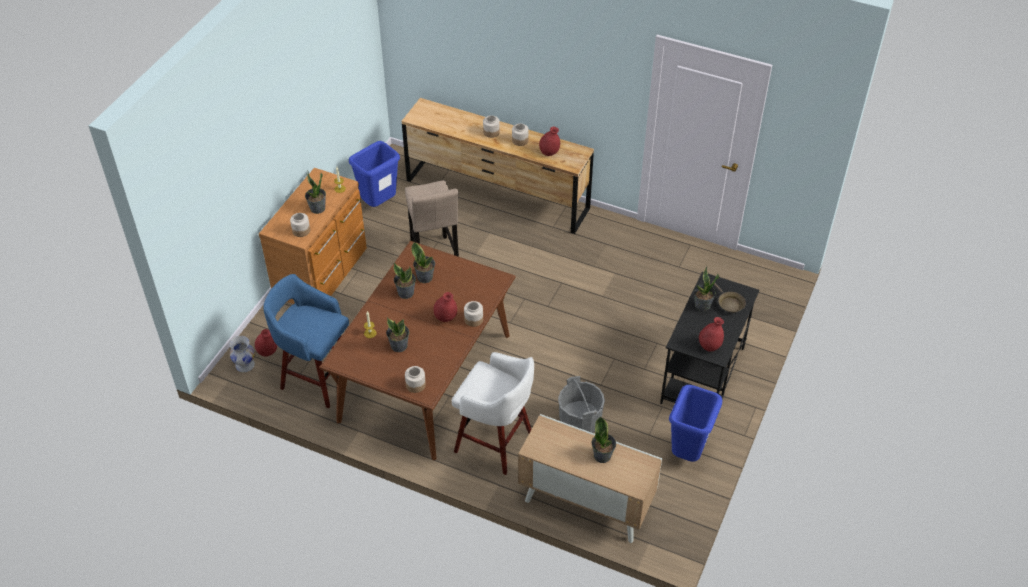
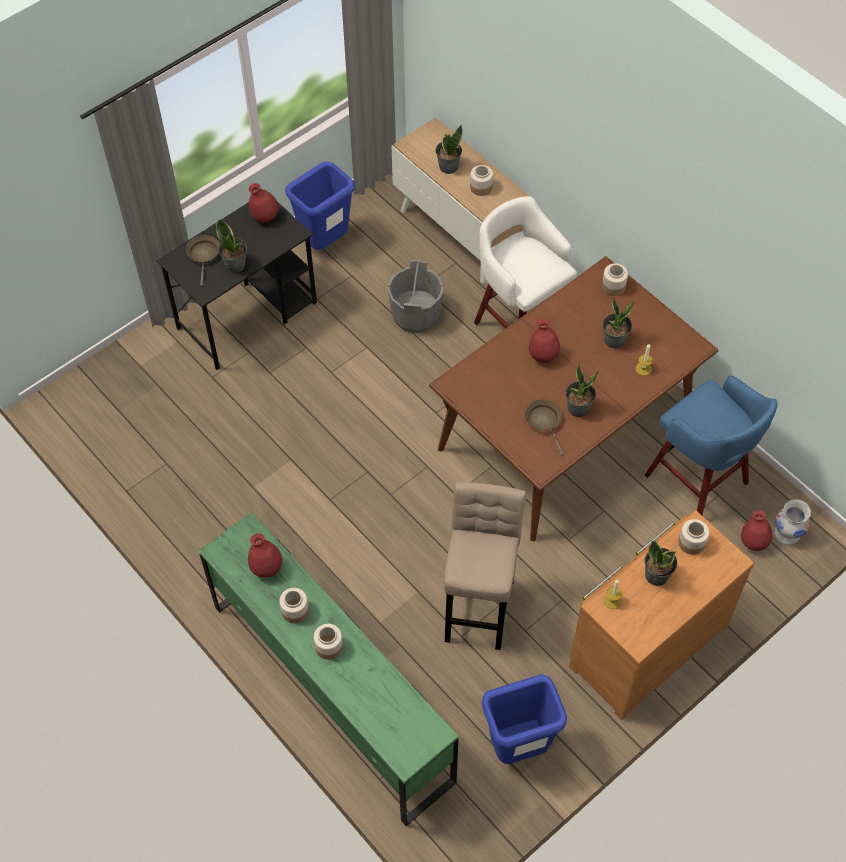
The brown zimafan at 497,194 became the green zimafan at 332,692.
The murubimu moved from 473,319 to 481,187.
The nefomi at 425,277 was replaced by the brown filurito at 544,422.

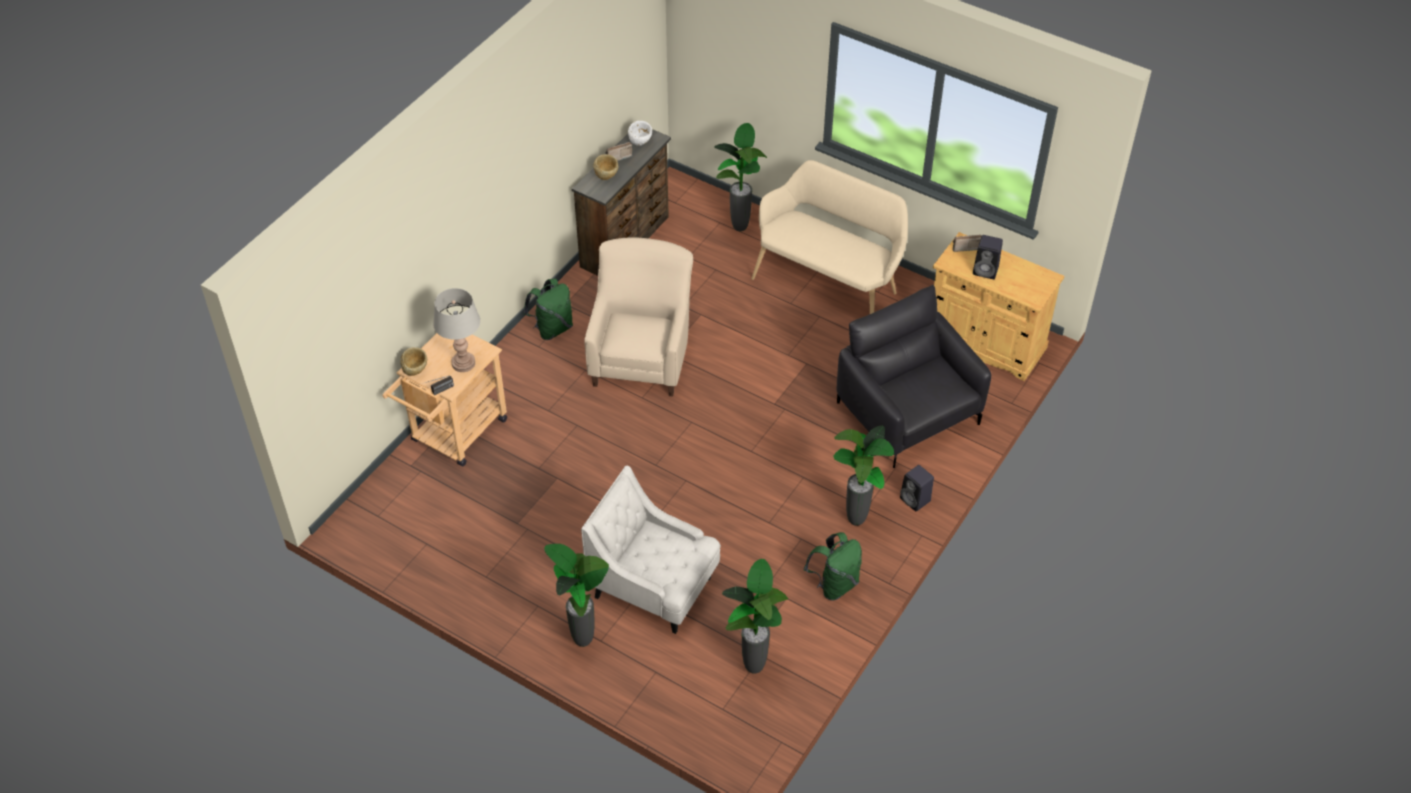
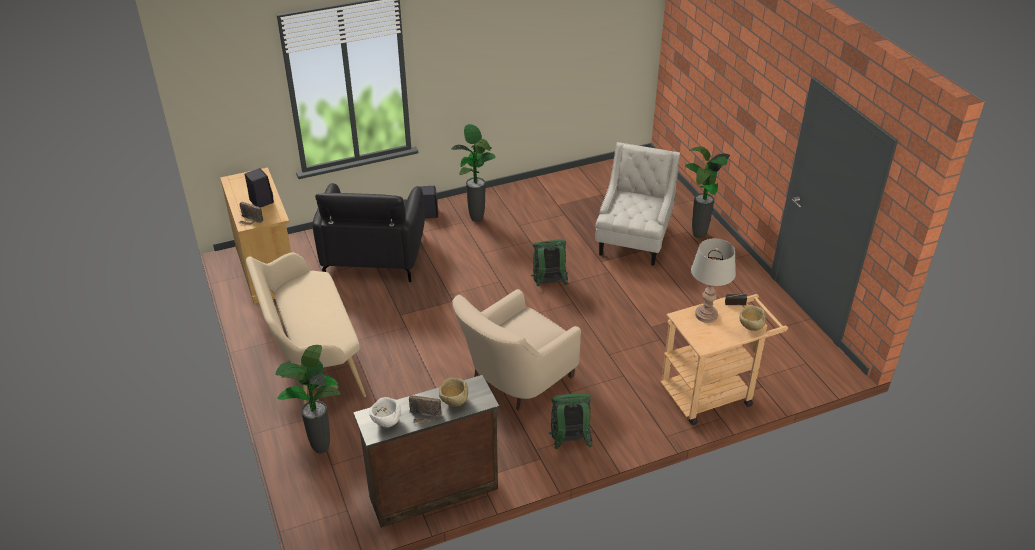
The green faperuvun moved from 834,584 to 549,283.
The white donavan at 654,588 turned 135 degrees counterclockwise.
The nefomi at 755,666 disappeared.

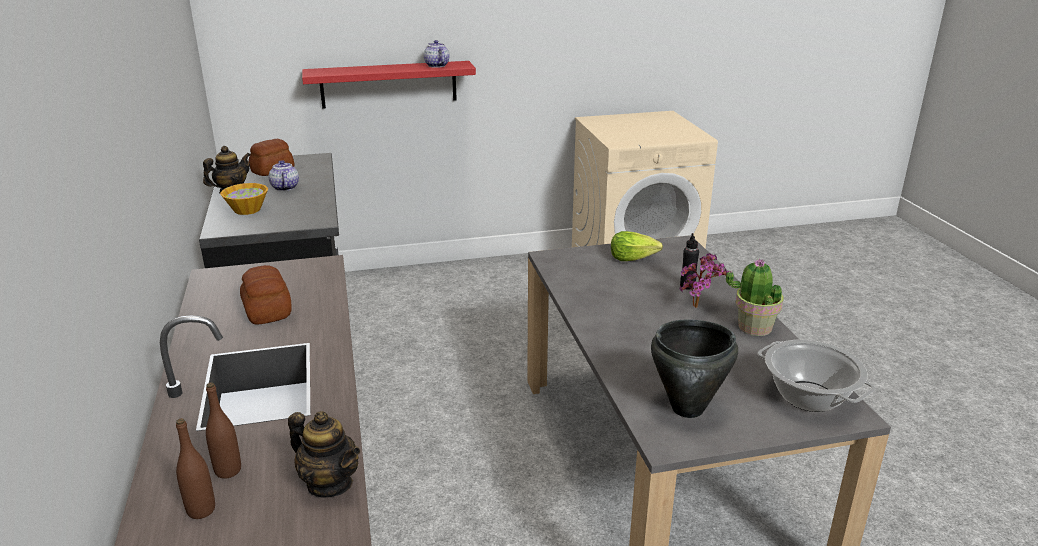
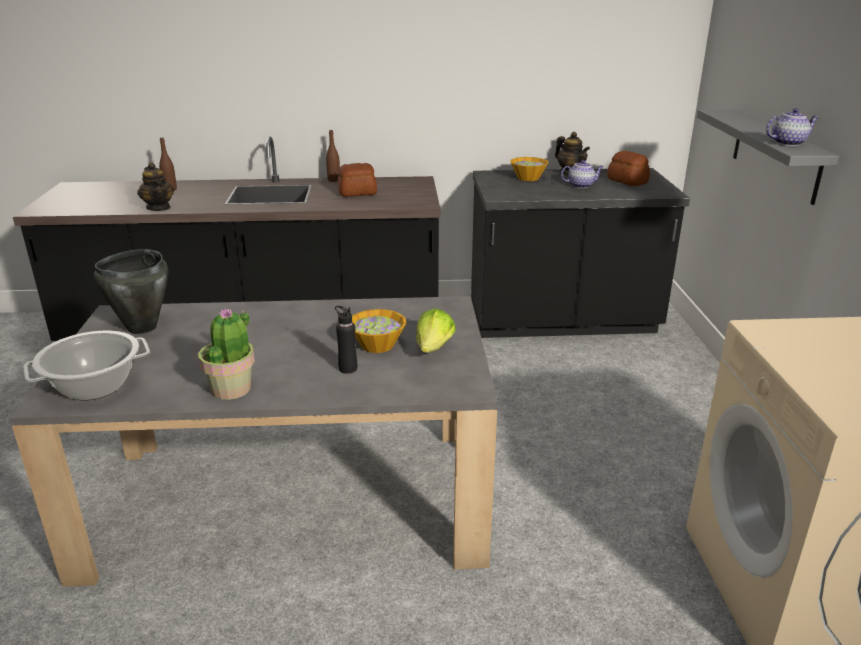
The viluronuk at 330,483 turned 75 degrees counterclockwise.
The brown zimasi moved from 228,470 to 334,180.
The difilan at 377,345 appeared.
The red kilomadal at 389,84 became the grey kilomadal at 775,154.
The nefomi at 699,308 disappeared.

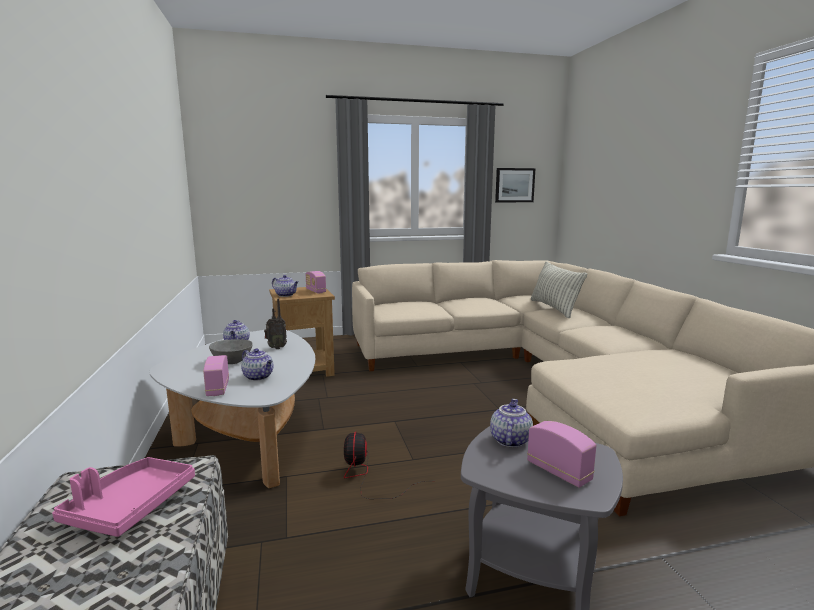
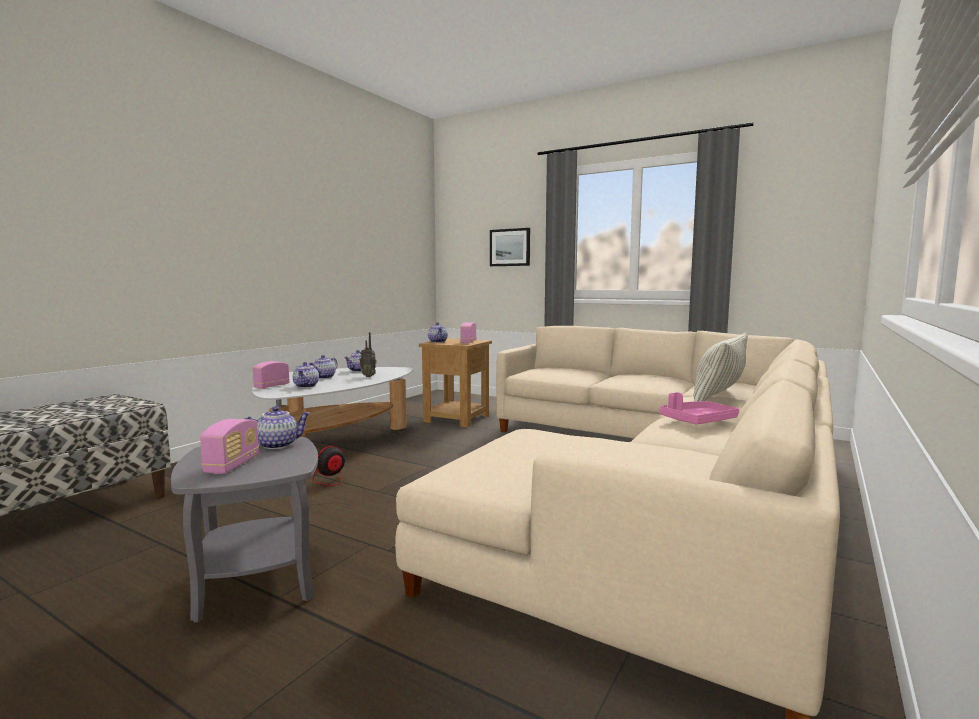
The grey difilan at 232,361 was replaced by the viluronuk at 324,377.
The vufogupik moved from 514,185 to 510,247.
The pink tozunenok moved from 130,507 to 697,421.

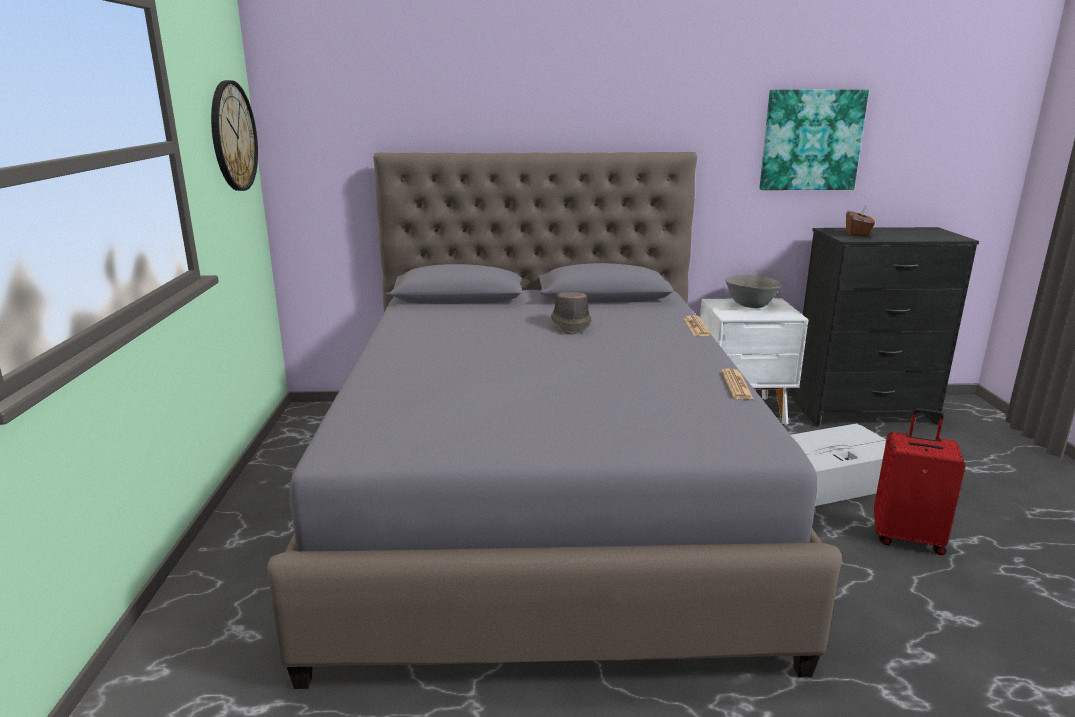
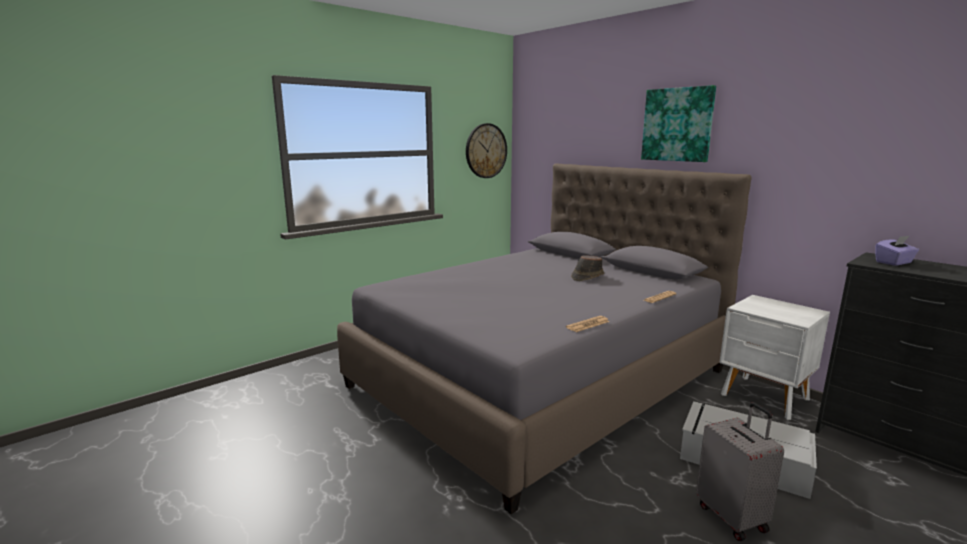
The vufogupik moved from 811,140 to 677,124.
The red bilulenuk at 907,537 became the grey bilulenuk at 732,517.
The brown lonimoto at 858,234 became the purple lonimoto at 894,262.
The grey difilan at 750,306 disappeared.

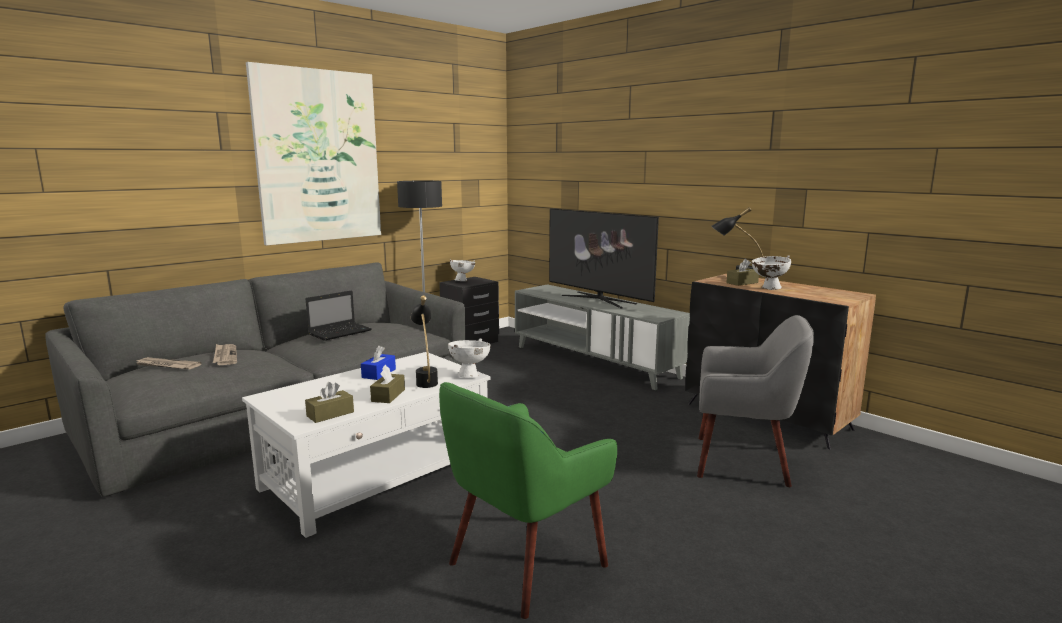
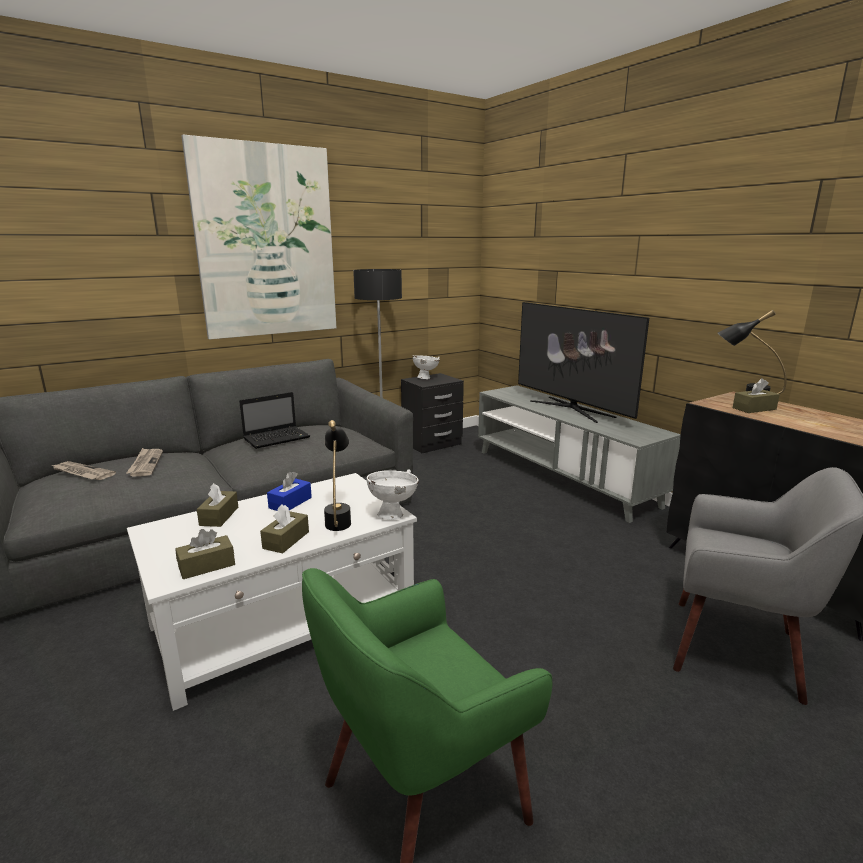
The brown lonimoto at 219,516 appeared.
The white difilan at 768,288 disappeared.

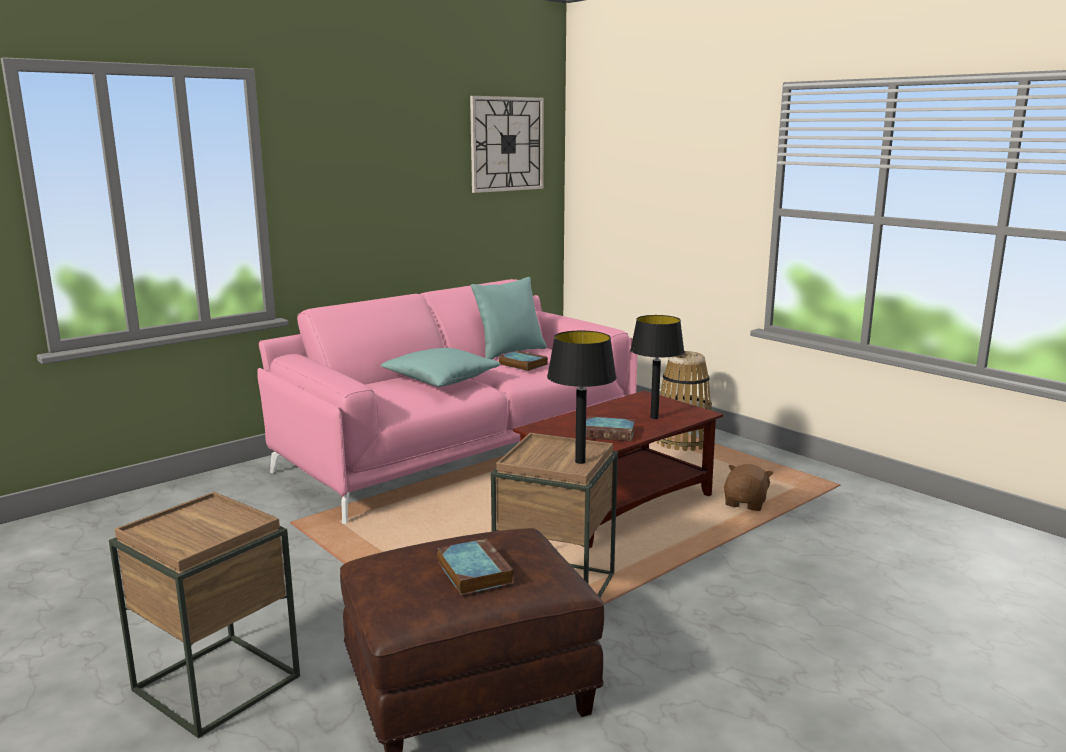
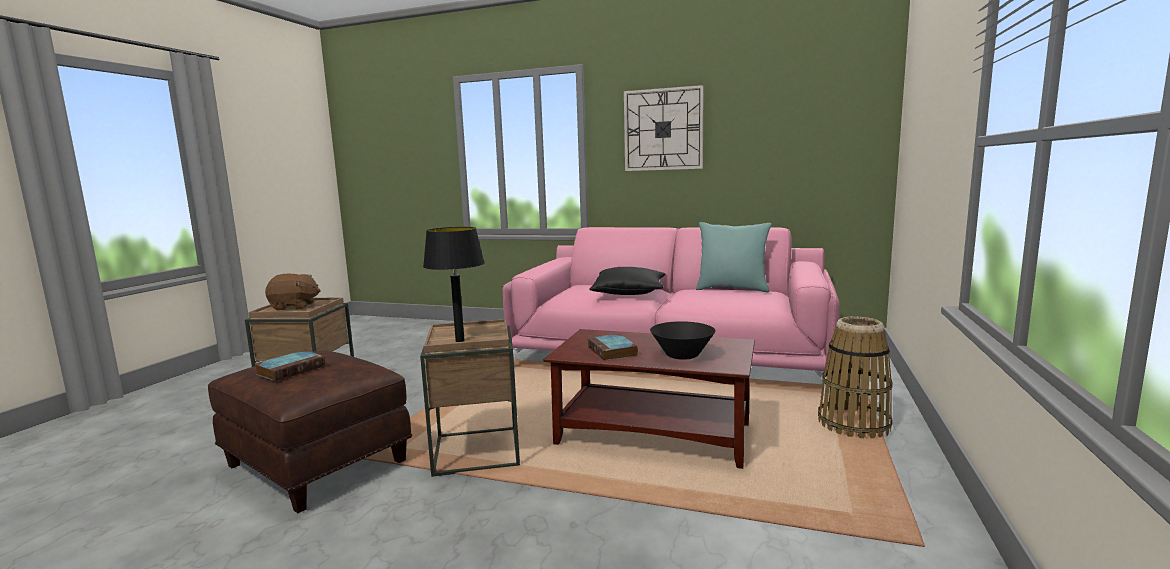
The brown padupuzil moved from 746,504 to 294,307.
The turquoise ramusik at 441,381 became the black ramusik at 629,293.
The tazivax moved from 507,144 to 663,129.
The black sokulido at 654,417 was replaced by the black difilan at 682,355.
The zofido at 521,364 disappeared.

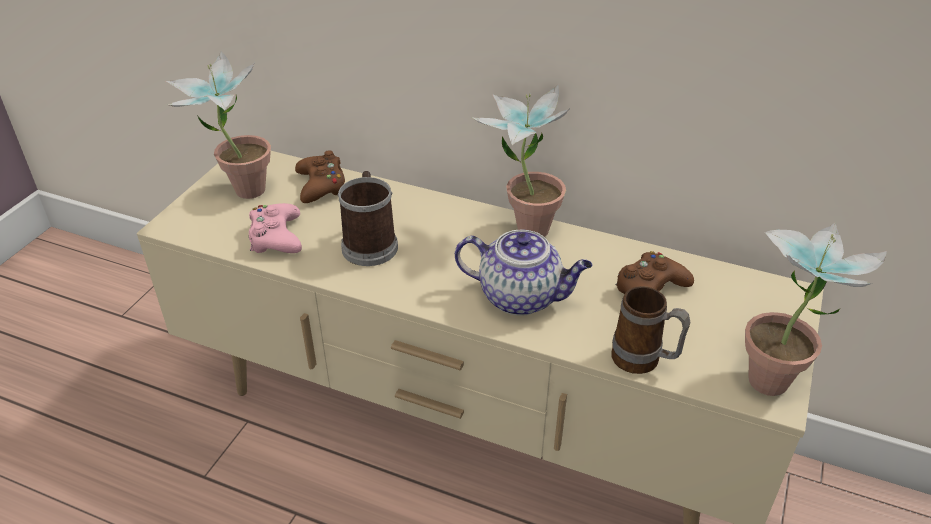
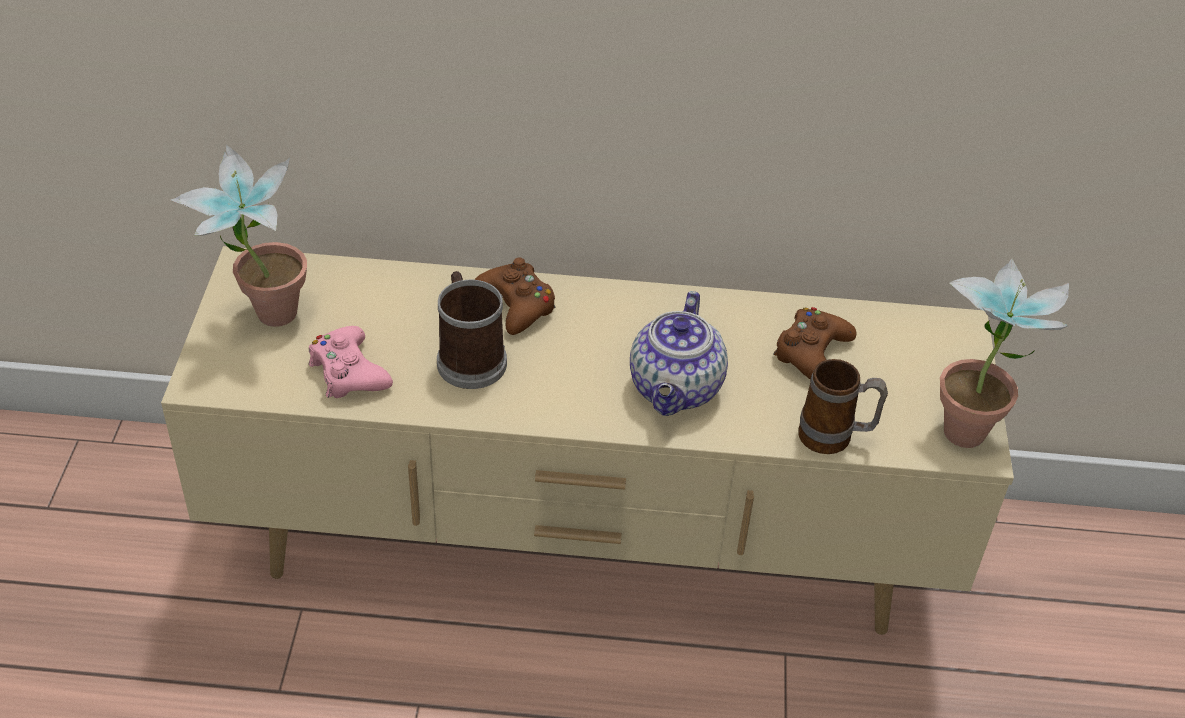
The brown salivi moved from 322,186 to 516,305.
The viluronuk at 521,297 turned 105 degrees clockwise.
The nefomi at 522,225 disappeared.

